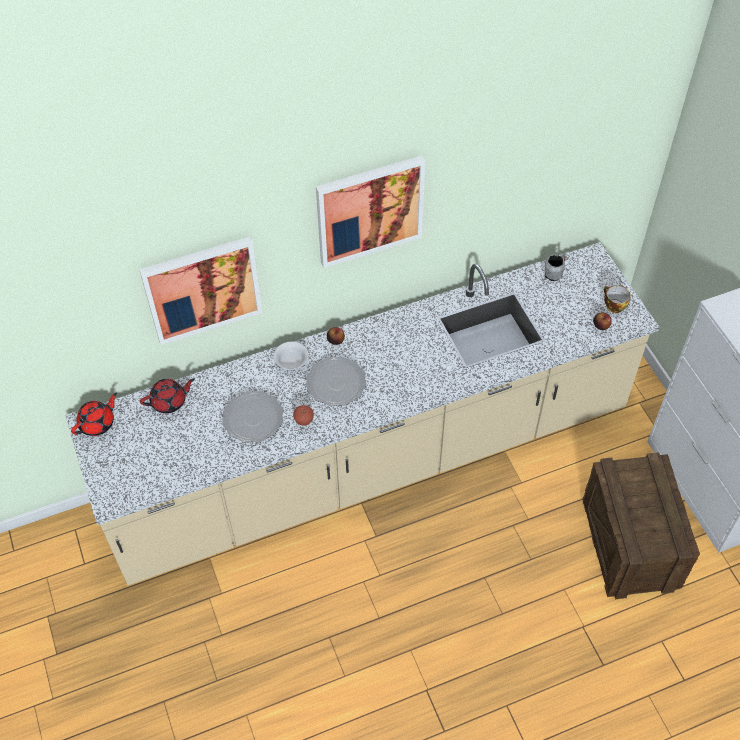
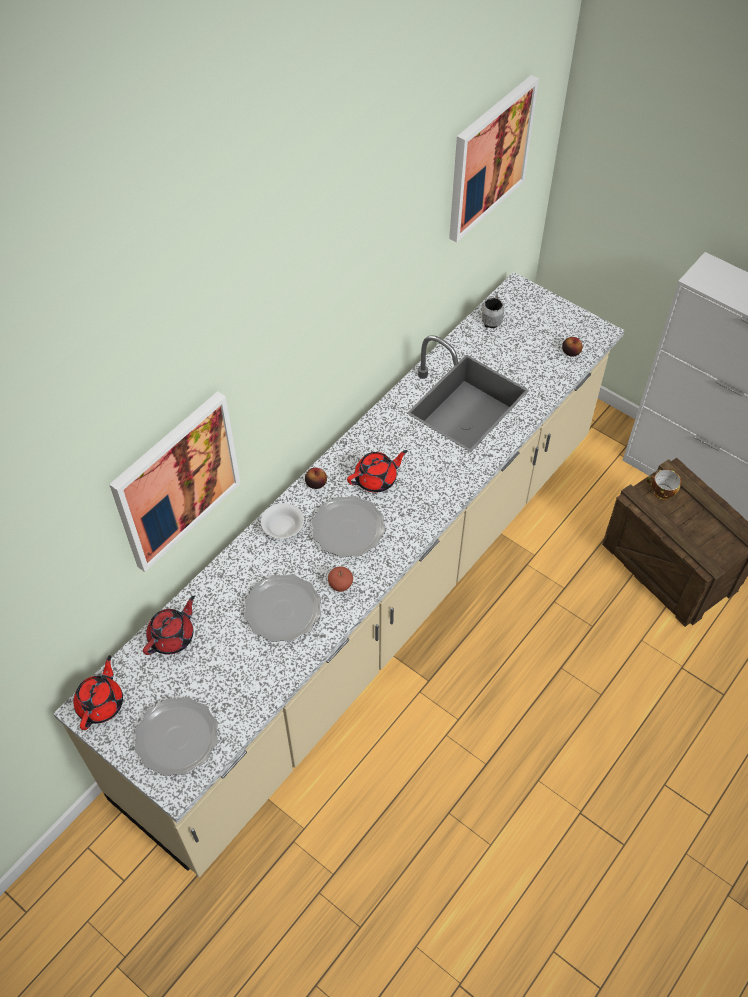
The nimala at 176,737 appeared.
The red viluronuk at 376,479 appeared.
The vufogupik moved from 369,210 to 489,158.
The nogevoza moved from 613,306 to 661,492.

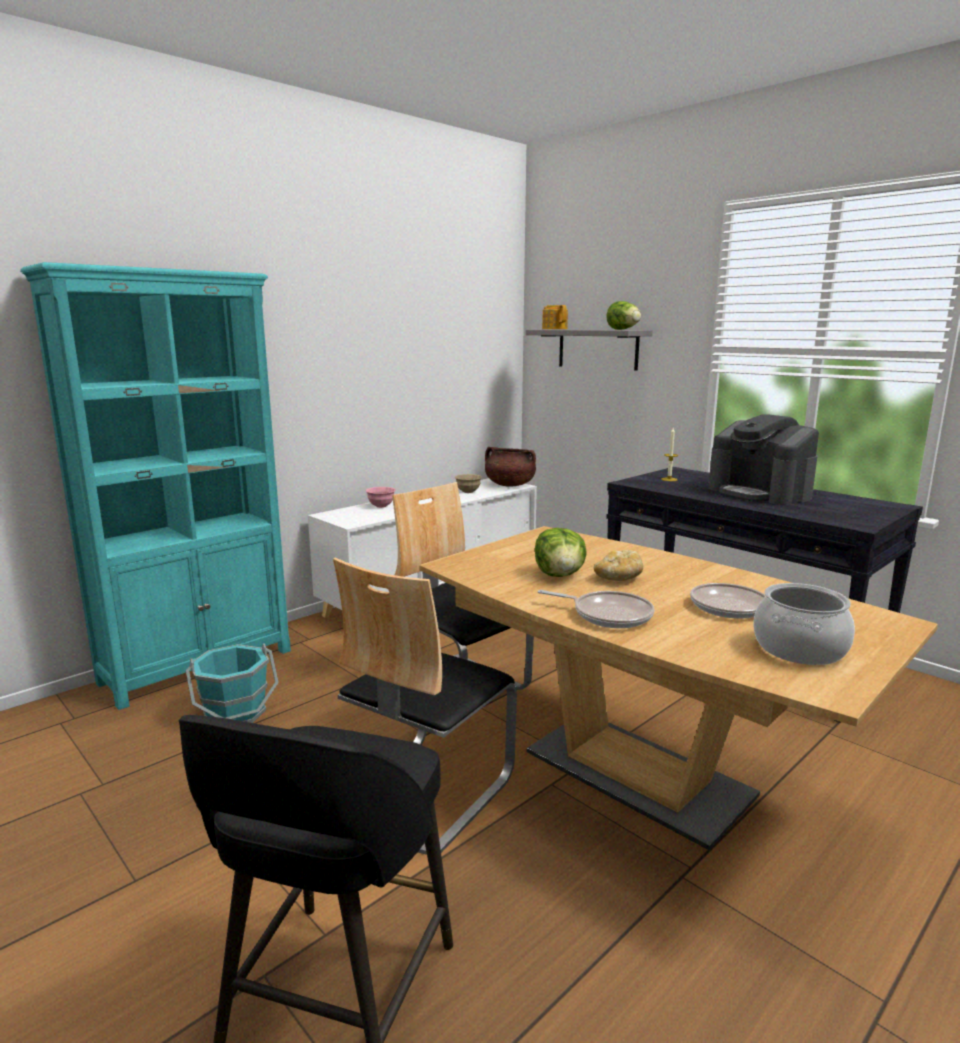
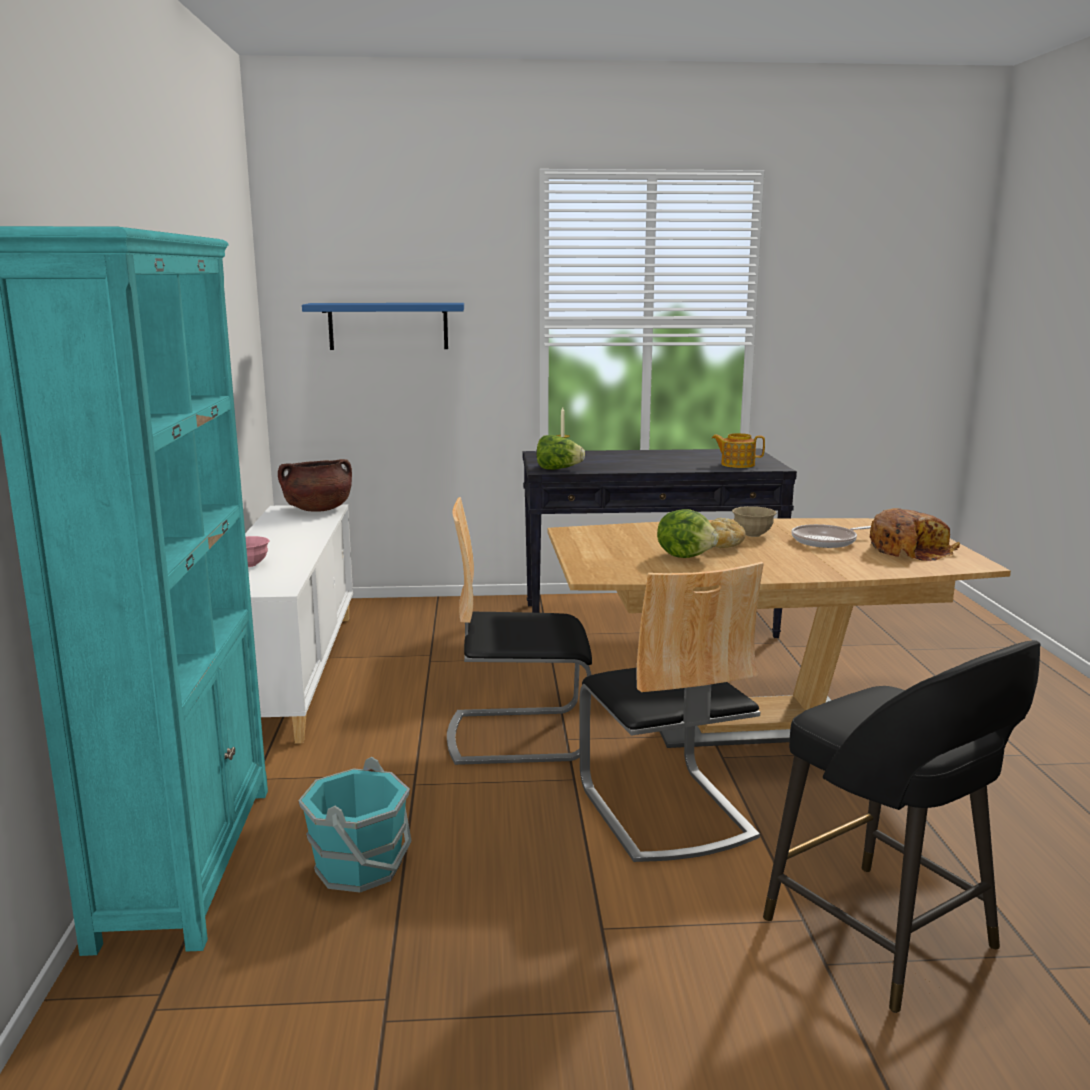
The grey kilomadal at 597,349 became the blue kilomadal at 388,326.
The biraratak moved from 624,329 to 558,469.
The viluronuk moved from 554,329 to 737,464.
The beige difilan moved from 468,492 to 752,535.
The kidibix at 799,648 was replaced by the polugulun at 910,550.
The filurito at 608,615 disappeared.
The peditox at 760,493 disappeared.

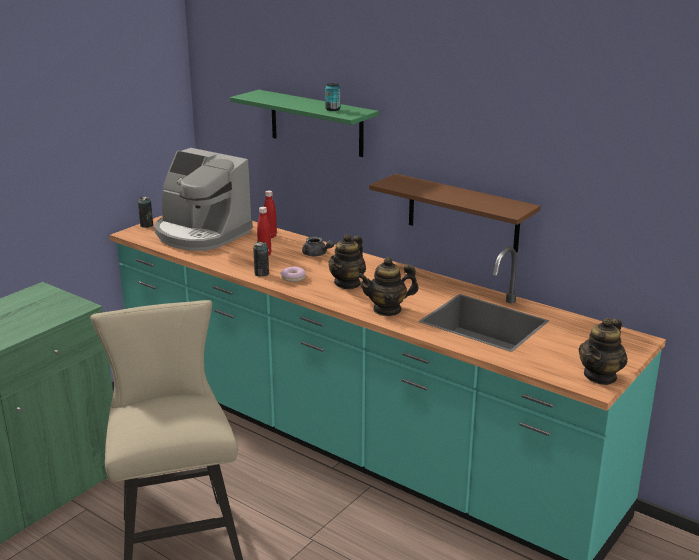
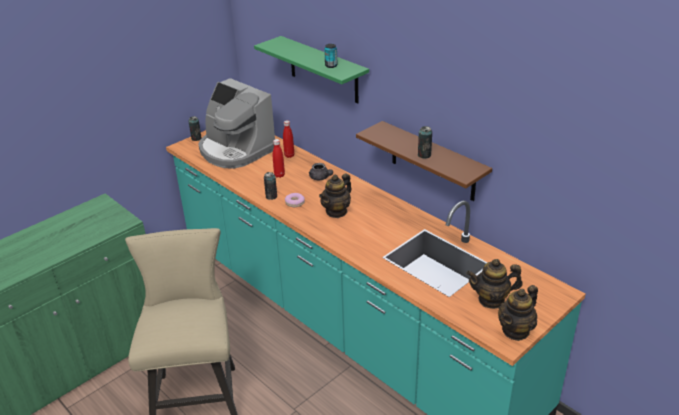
The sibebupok at 424,155 appeared.
The viluronuk moved from 387,309 to 491,300.

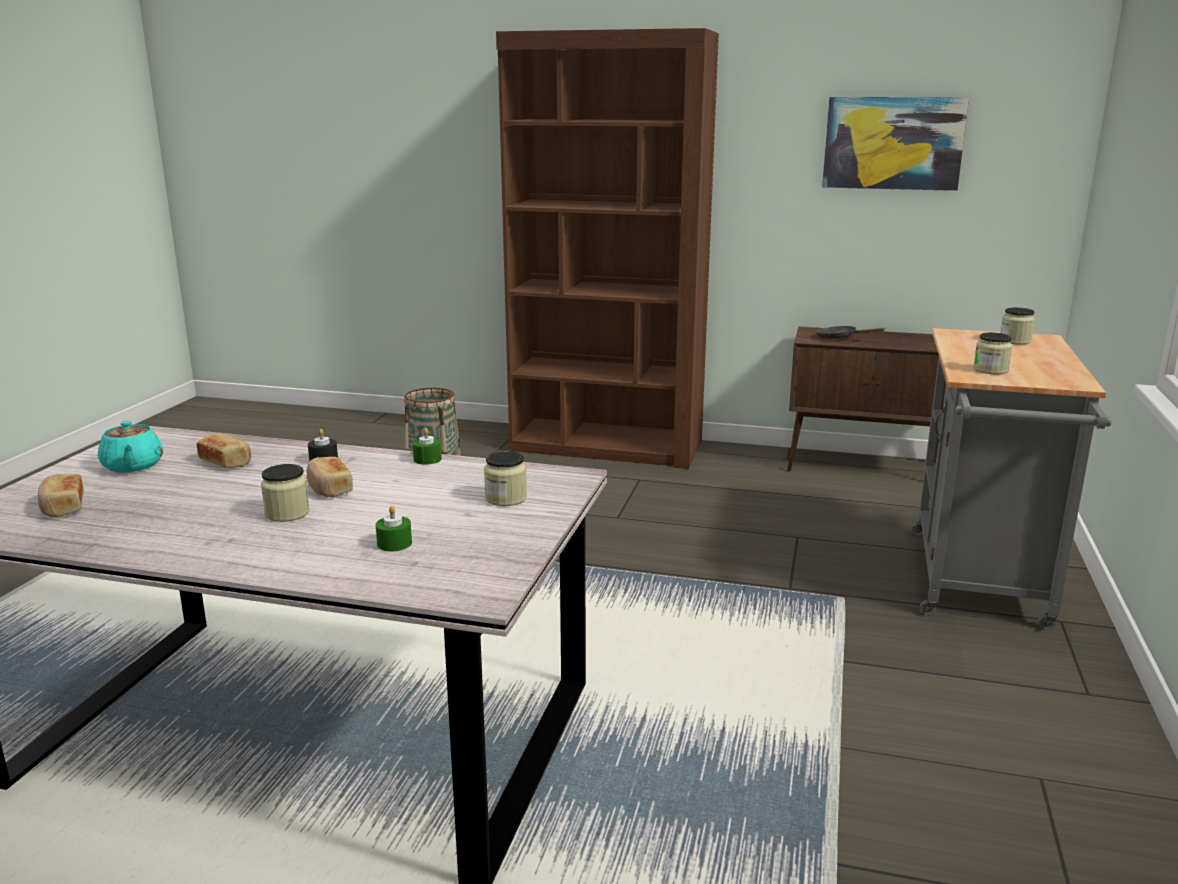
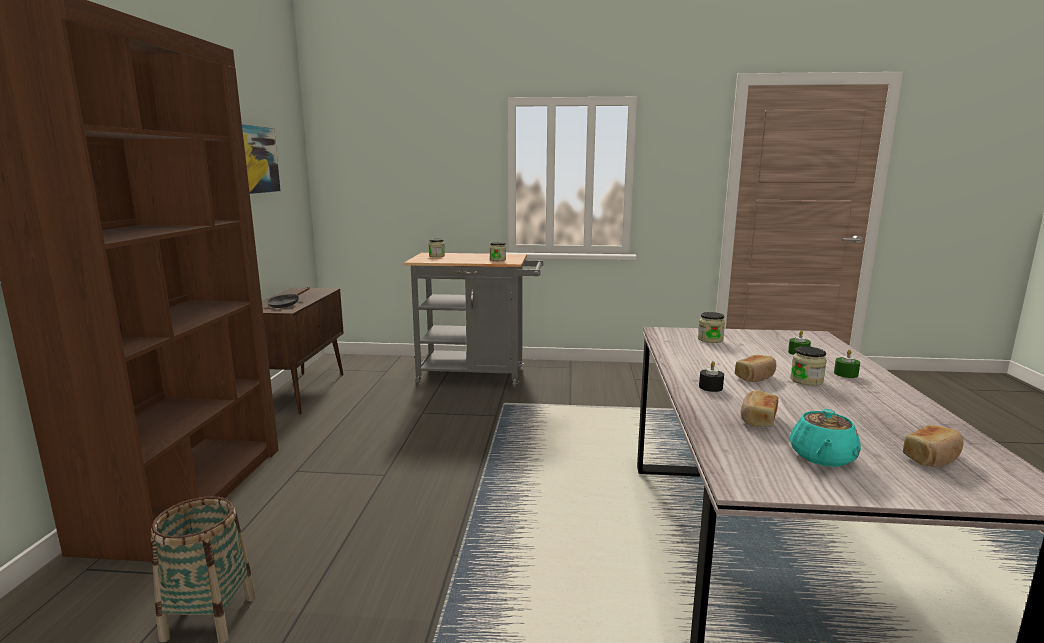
The turquoise viluronuk at 133,466 turned 150 degrees clockwise.
The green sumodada moved from 427,459 to 845,374.

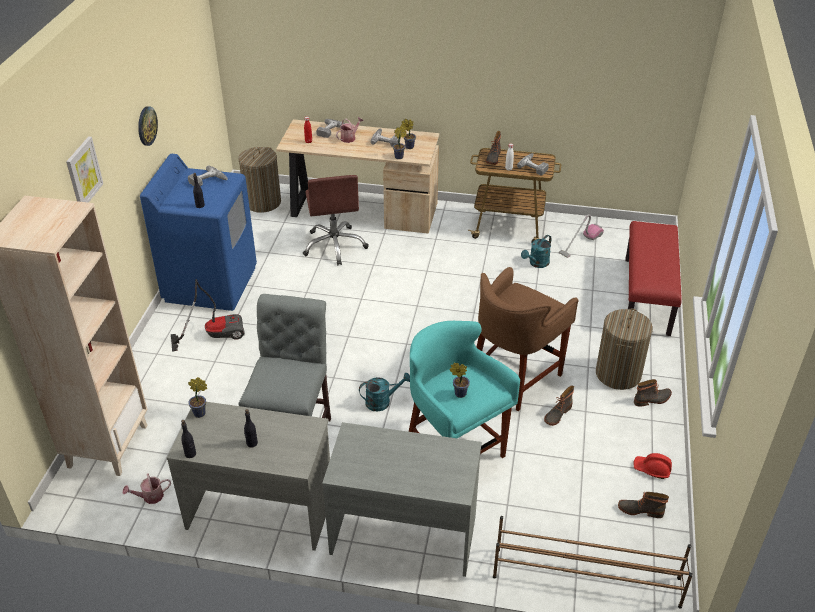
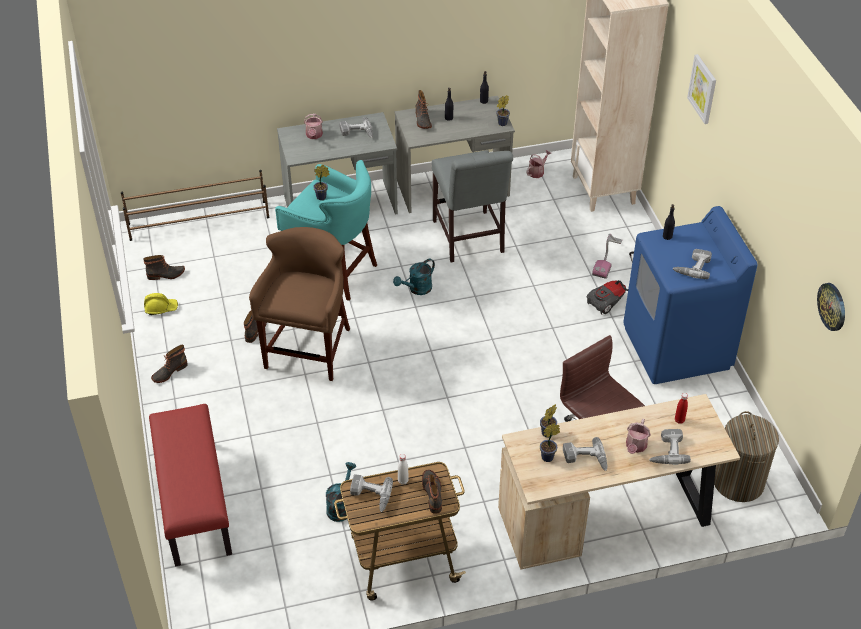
The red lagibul at 652,469 became the yellow lagibul at 161,308.
The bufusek at 314,136 appeared.
The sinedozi at 357,133 appeared.
The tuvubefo at 422,120 appeared.
The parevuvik moved from 580,243 to 607,258.
The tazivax moved from 146,126 to 832,306.
The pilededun at 618,374 disappeared.

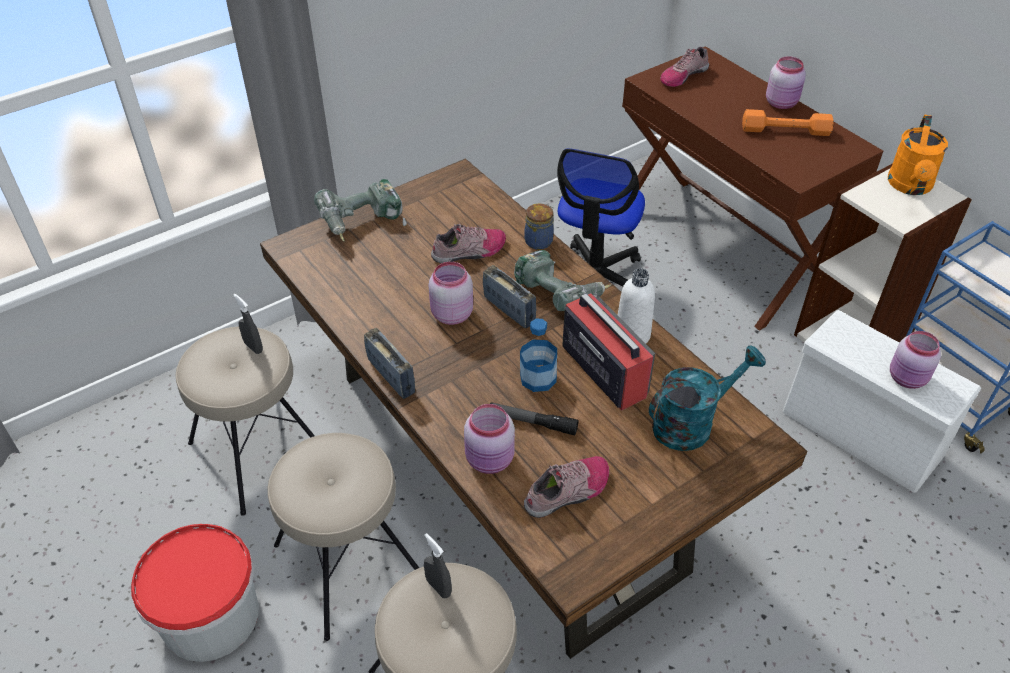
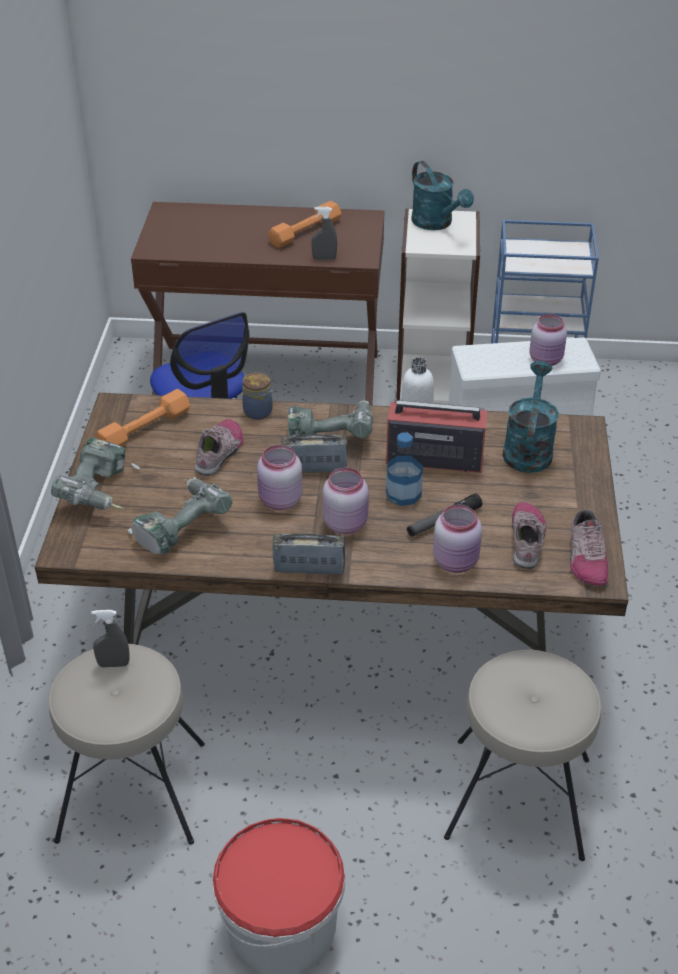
The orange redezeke at 144,429 appeared.
The sinedozi at 179,527 appeared.
The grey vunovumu moved from 438,587 to 324,258.
The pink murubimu moved from 782,103 to 346,523.
The orange bufusek at 910,187 became the turquoise bufusek at 437,223.
The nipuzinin moved from 683,75 to 585,557.
The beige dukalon at 349,565 disappeared.

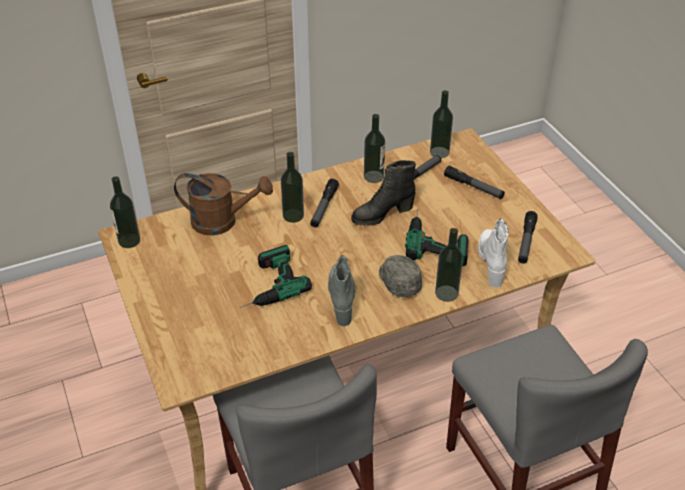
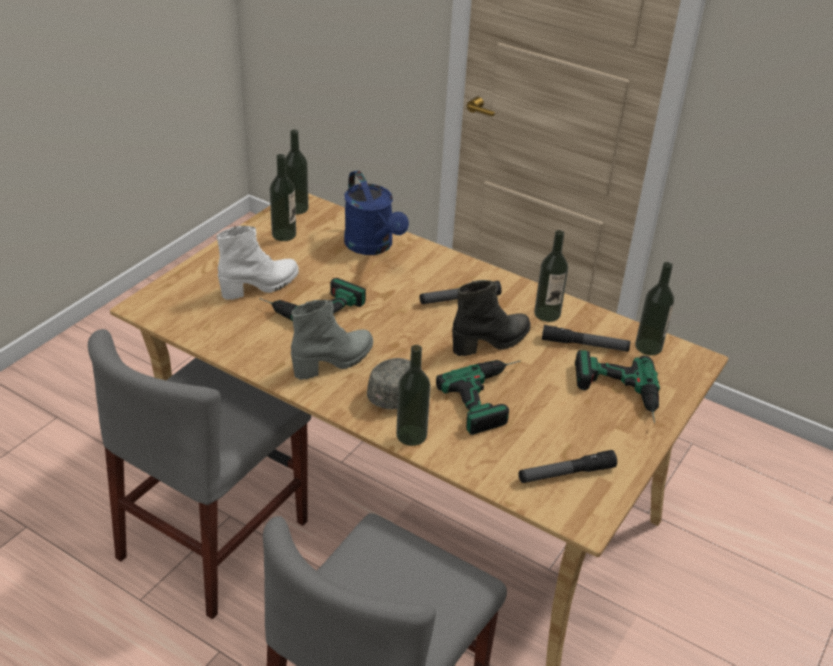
The white tuvubefo moved from 492,262 to 260,286.
The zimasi moved from 293,215 to 284,234.
The brown bufusek at 222,221 became the blue bufusek at 373,246.
The black tuvubefo at 382,214 turned 120 degrees clockwise.
The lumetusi at 473,187 was replaced by the sinedozi at 617,395.

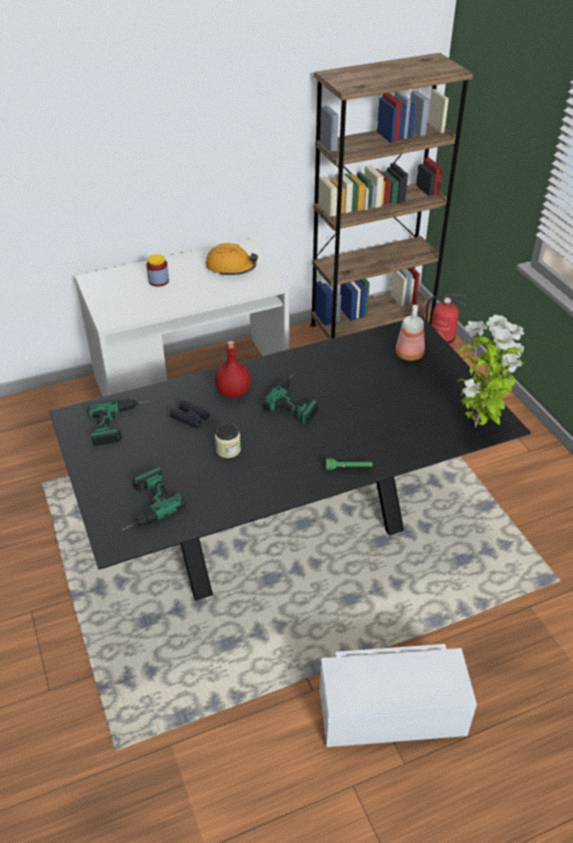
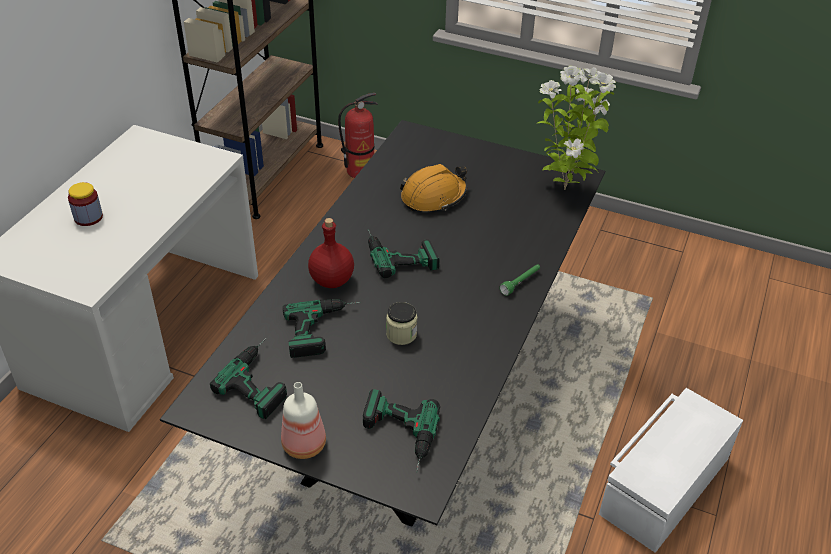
The zimasi moved from 409,354 to 304,444.
The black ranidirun at 190,418 was replaced by the sinedozi at 325,329.
The orange lagibul moved from 231,267 to 434,196.

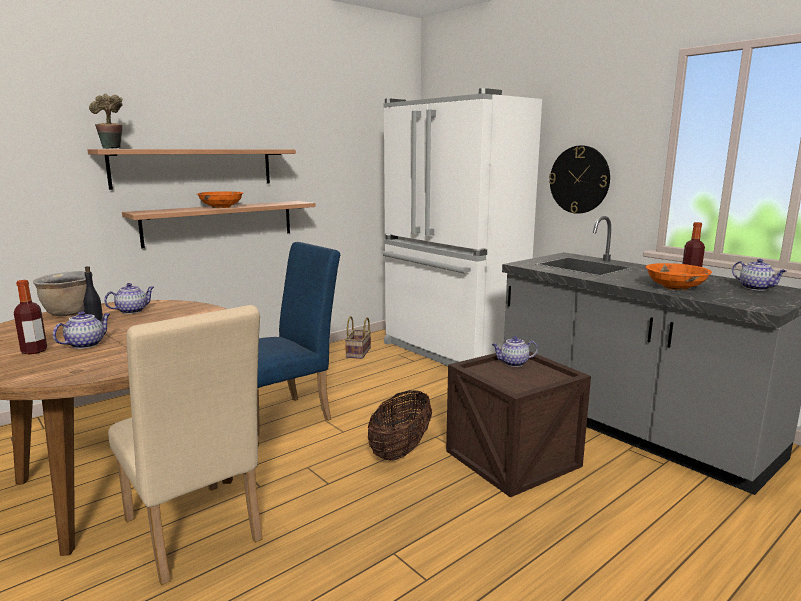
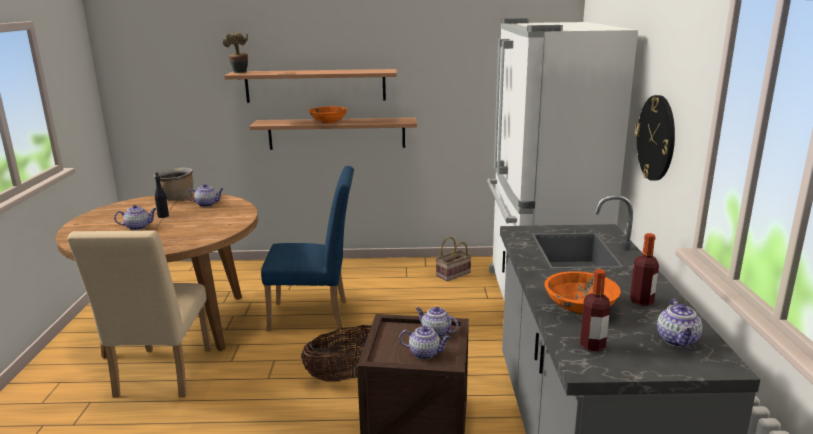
The viluronuk at 425,353 appeared.
The zimasi moved from 34,351 to 592,345.

